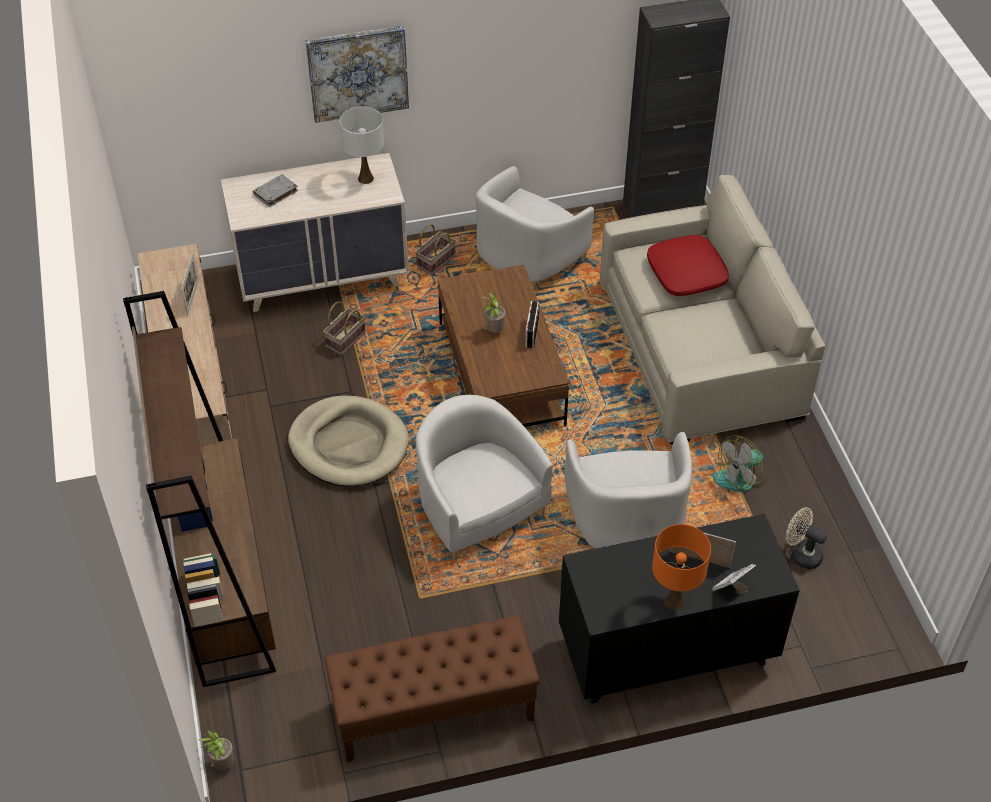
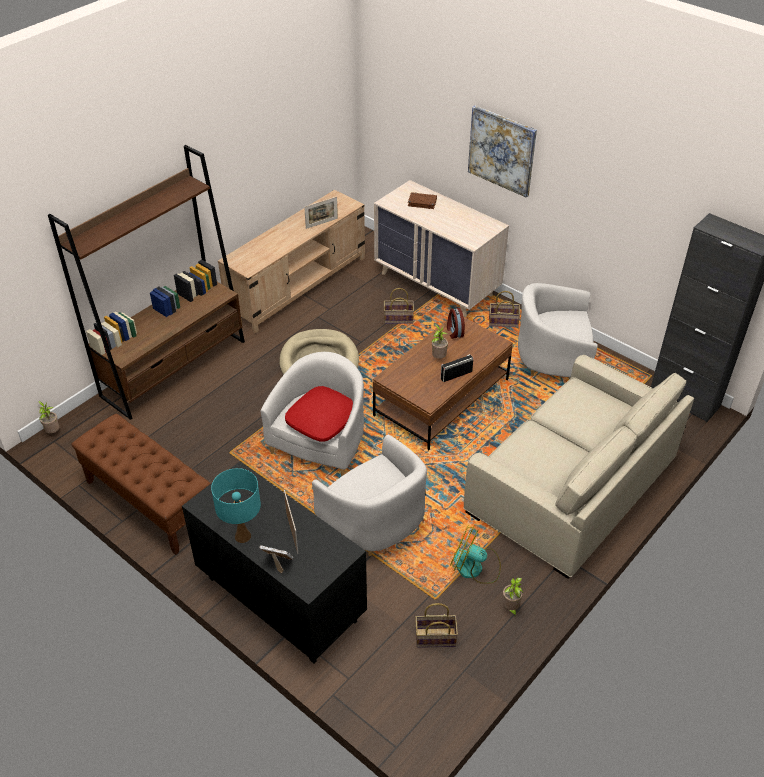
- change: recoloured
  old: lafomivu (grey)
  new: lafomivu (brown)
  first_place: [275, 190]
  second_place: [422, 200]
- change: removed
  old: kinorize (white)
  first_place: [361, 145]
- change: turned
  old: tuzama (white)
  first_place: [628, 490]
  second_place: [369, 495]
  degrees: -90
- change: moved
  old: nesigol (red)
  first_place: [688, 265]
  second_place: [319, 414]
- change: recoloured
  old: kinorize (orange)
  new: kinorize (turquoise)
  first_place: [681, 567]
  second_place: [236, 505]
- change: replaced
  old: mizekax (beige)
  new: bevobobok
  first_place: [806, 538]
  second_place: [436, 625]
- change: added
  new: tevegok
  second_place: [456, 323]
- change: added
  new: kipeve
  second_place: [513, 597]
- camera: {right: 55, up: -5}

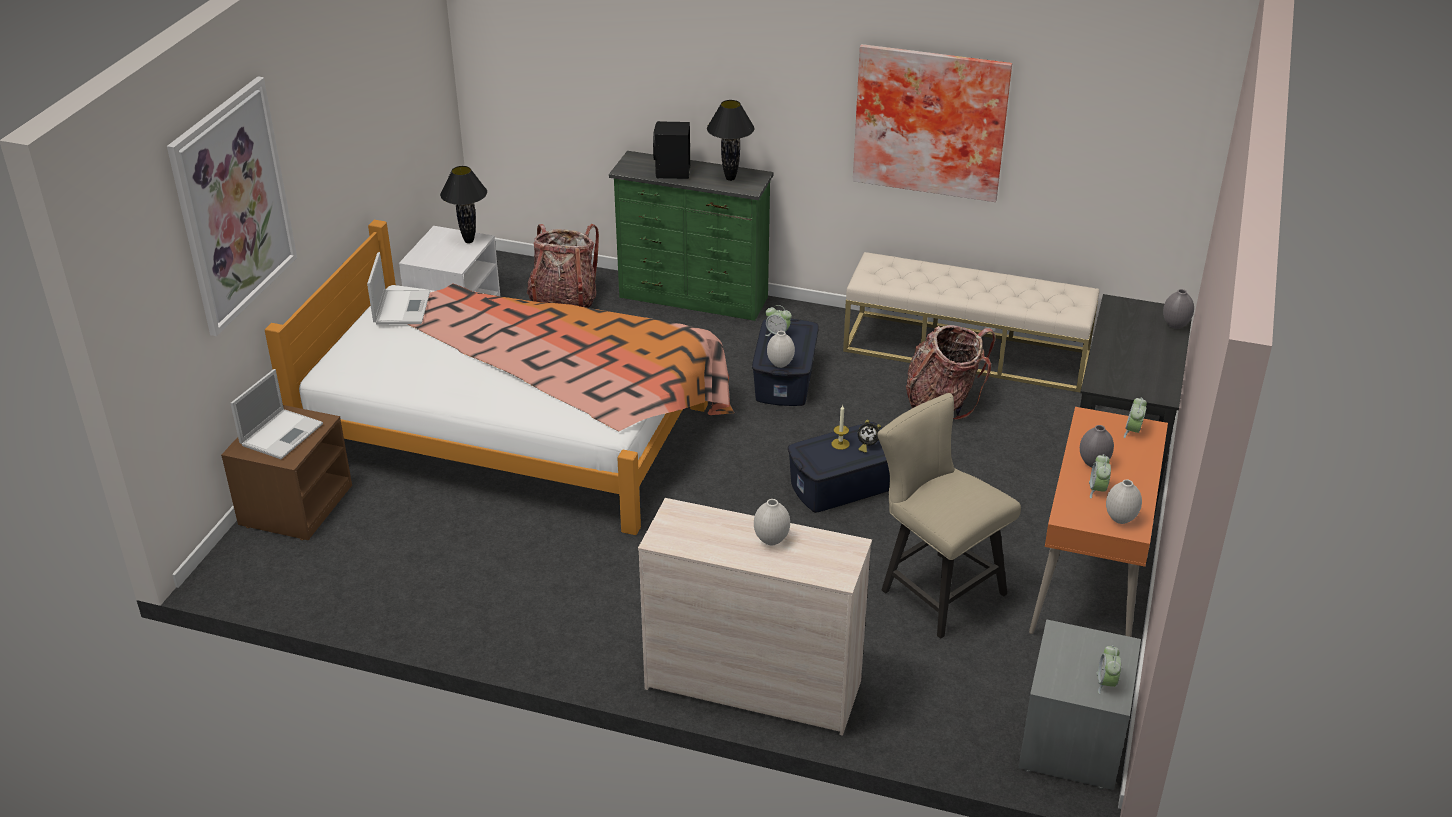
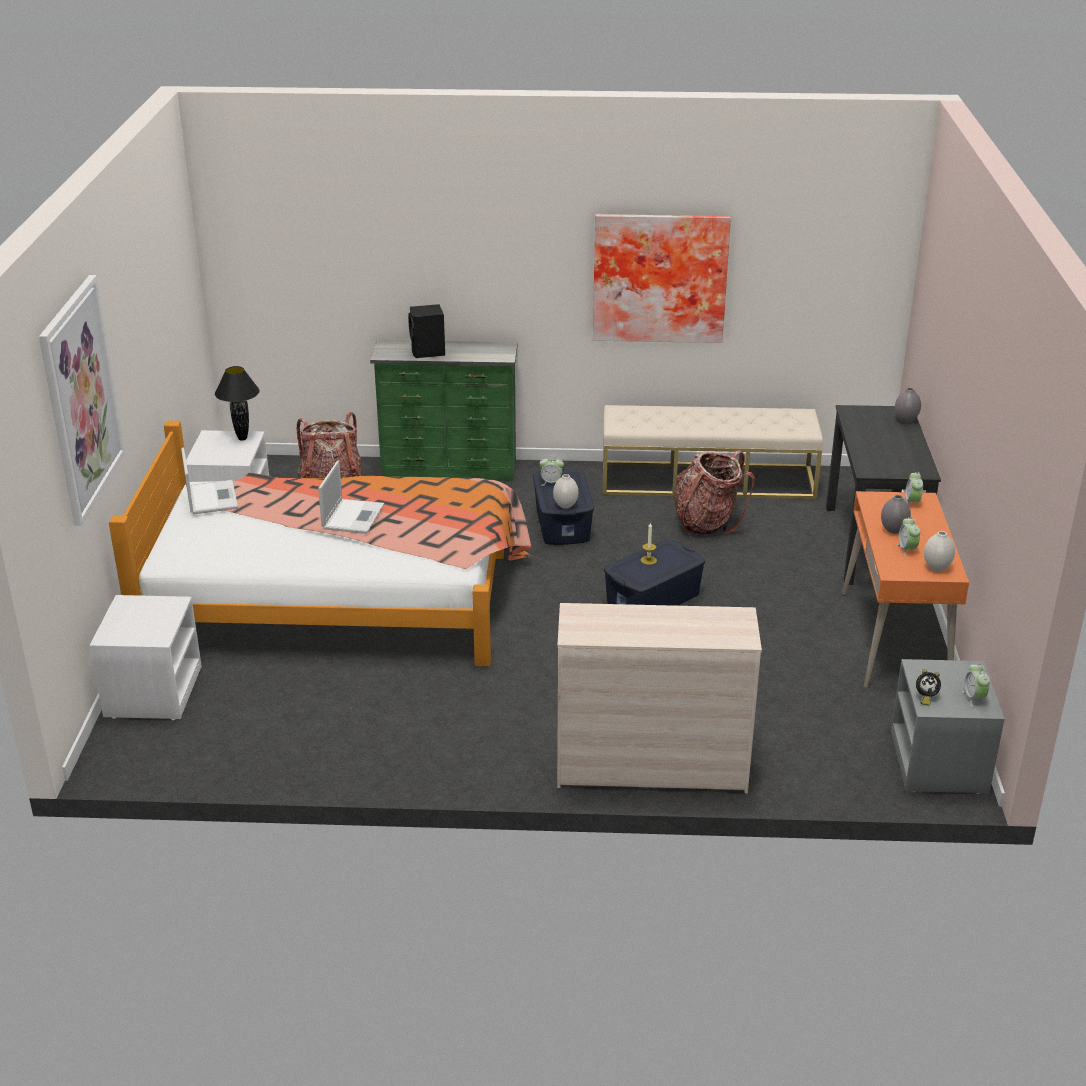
- change: recoloured
  old: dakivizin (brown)
  new: dakivizin (white)
  first_place: [286, 472]
  second_place: [145, 657]
- change: moved
  old: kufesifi
  first_place: [276, 414]
  second_place: [351, 497]
- change: removed
  old: kinorize (black)
  first_place: [730, 140]
- change: removed
  old: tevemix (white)
  first_place: [772, 522]
- change: moved
  old: tevegok
  first_place: [869, 436]
  second_place: [928, 687]
- change: removed
  old: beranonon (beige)
  first_place: [949, 516]
- camera: {right: -15, up: -5}

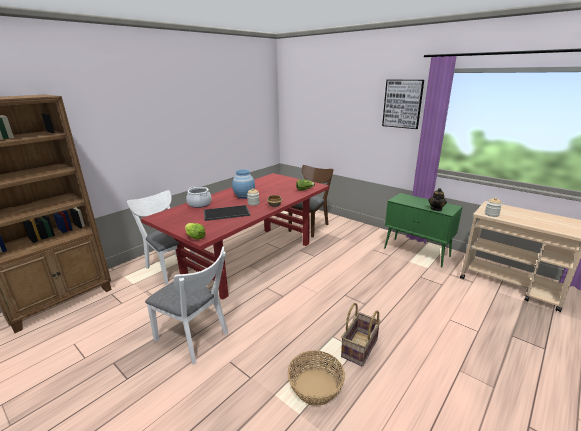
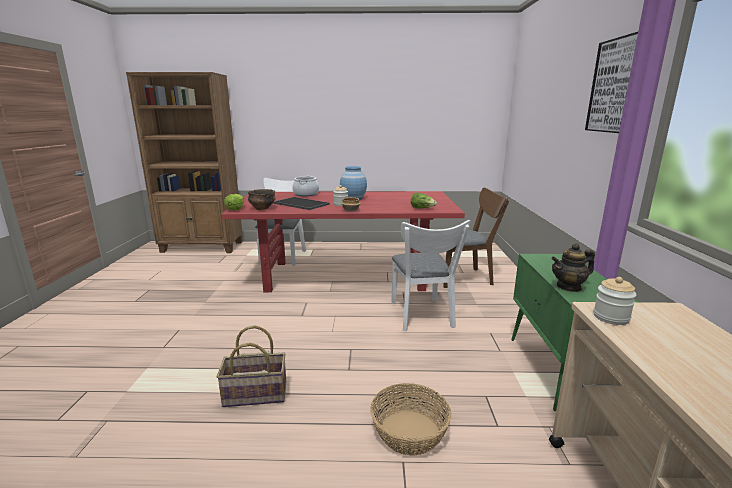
- change: moved
  old: beranonon (white)
  first_place: [186, 305]
  second_place: [431, 276]
- change: moved
  old: bevobobok
  first_place: [316, 378]
  second_place: [410, 419]
- change: added
  new: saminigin
  second_place: [261, 199]
- camera: {right: 50, up: -5}

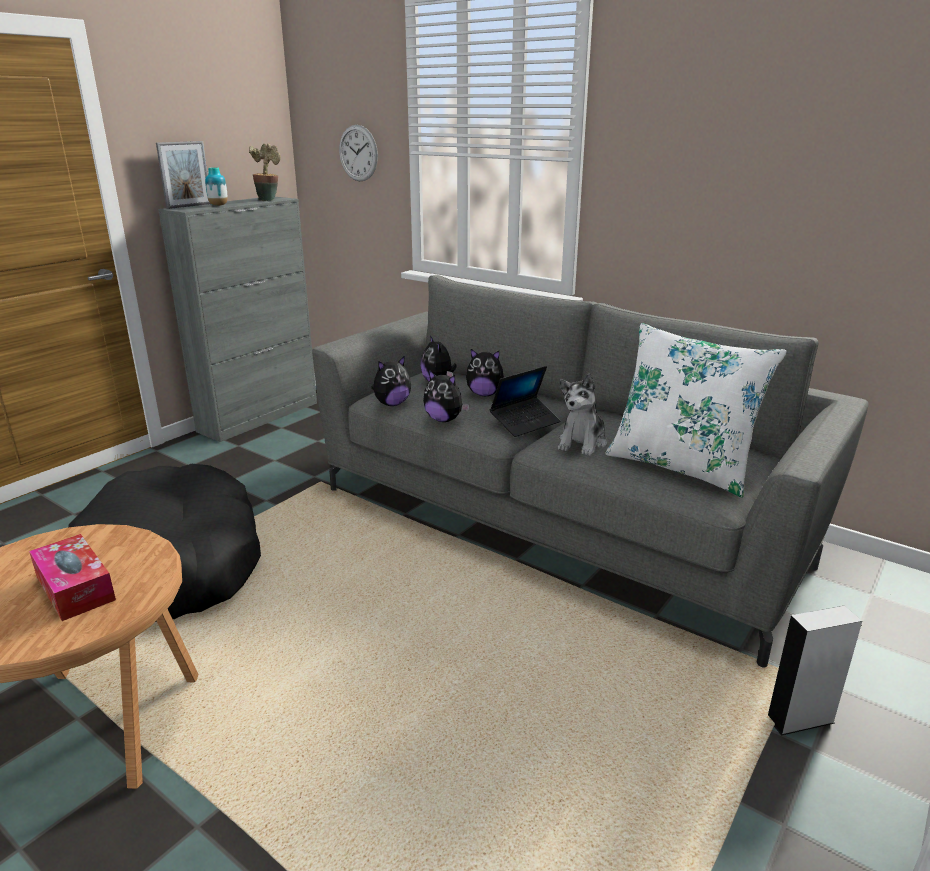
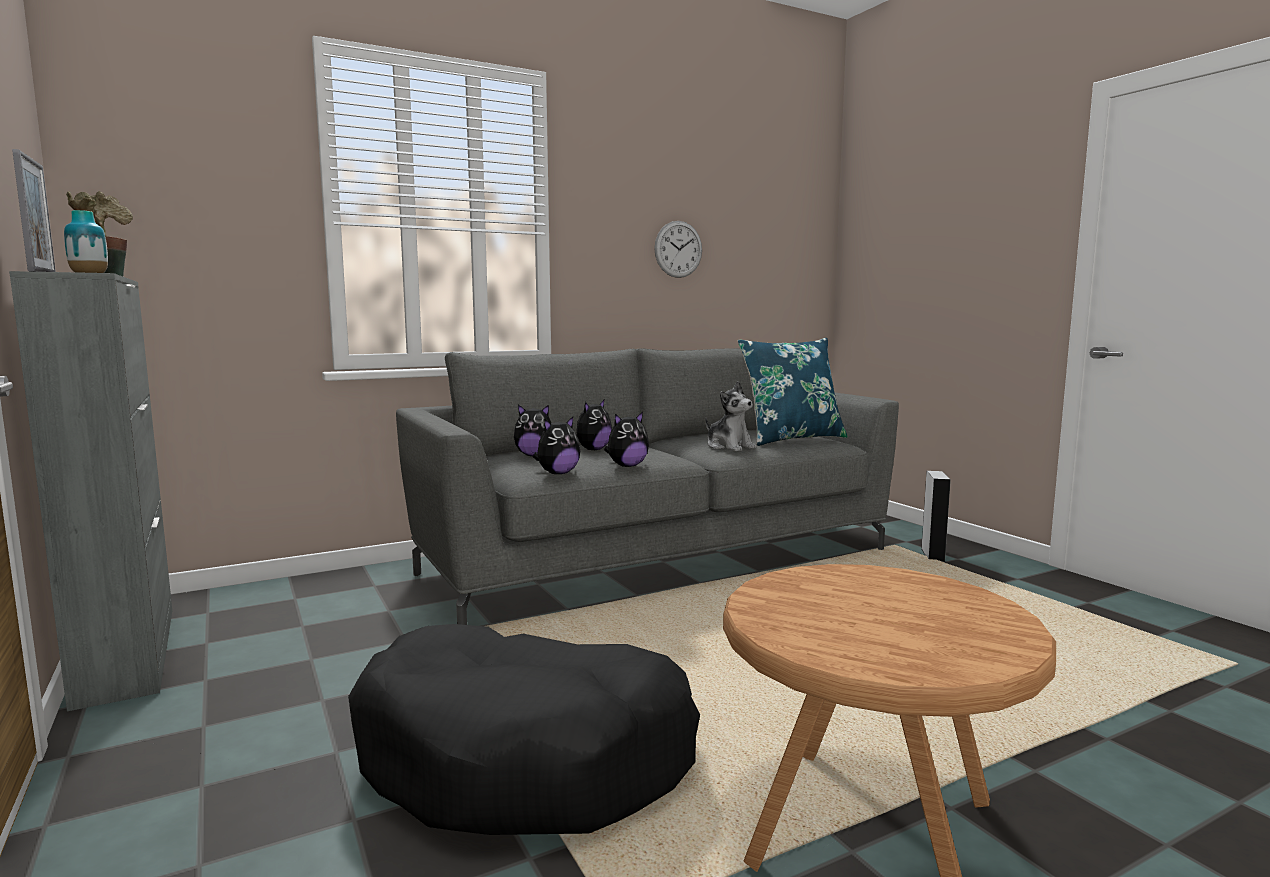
- change: removed
  old: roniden
  first_place: [72, 577]
- change: moved
  old: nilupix
  first_place: [358, 153]
  second_place: [678, 249]
- change: turned
  old: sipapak
  first_place: [391, 381]
  second_place: [556, 445]
  degrees: 60
- change: removed
  old: kufesifi
  first_place: [525, 401]
- change: recoloured
  old: nesigol (white)
  new: nesigol (blue)
  first_place: [696, 410]
  second_place: [793, 392]
- camera: {right: -65, up: -15}

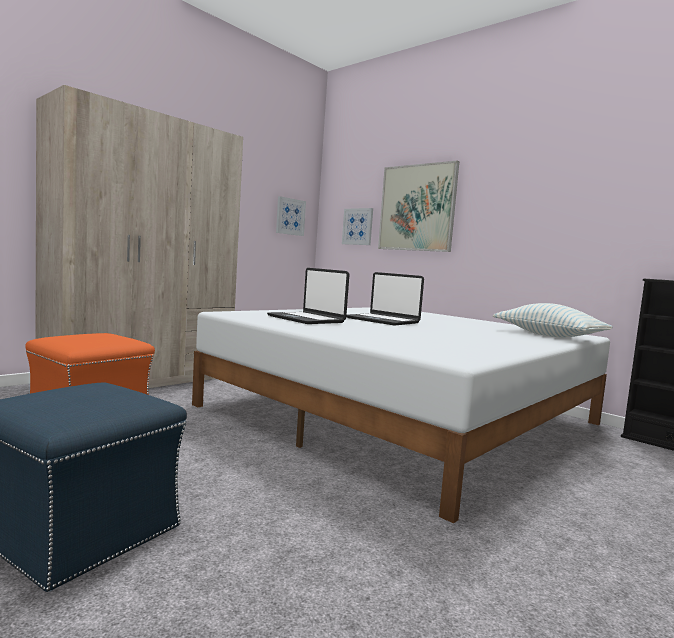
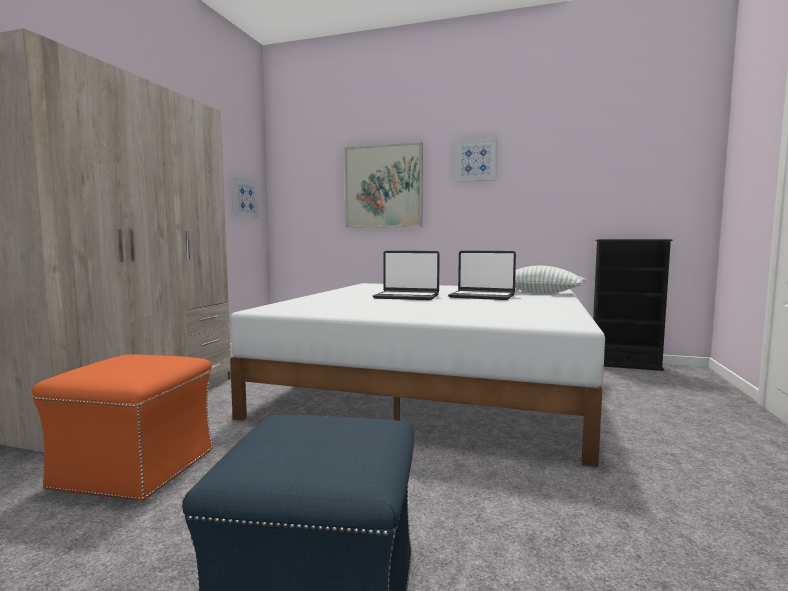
- change: moved
  old: kufesifi
  first_place: [308, 296]
  second_place: [482, 275]
- change: moved
  old: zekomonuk
  first_place: [357, 226]
  second_place: [476, 160]
- camera: {right: -25, up: 0}

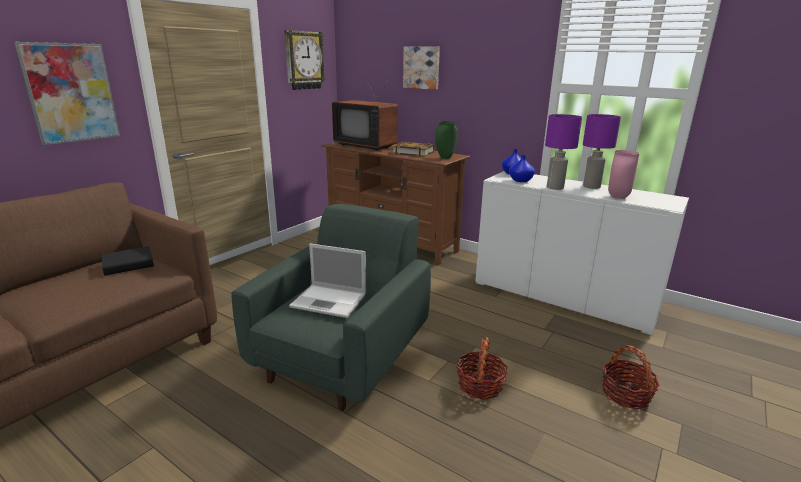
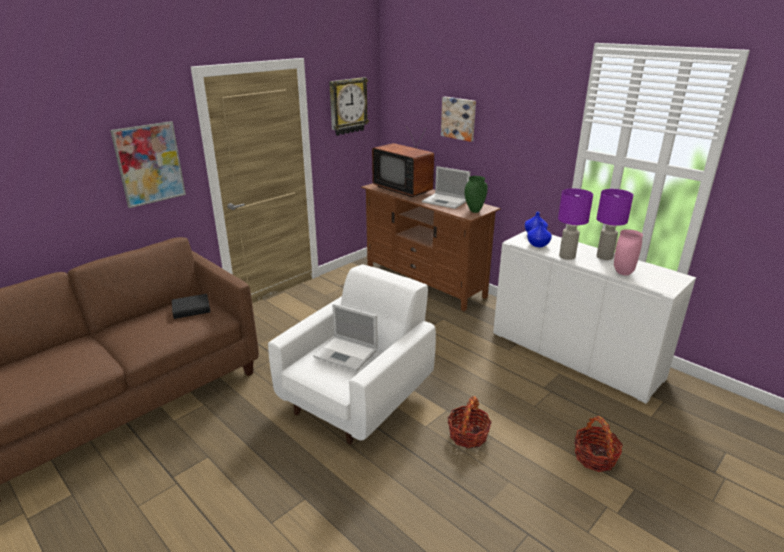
- change: recoloured
  old: tuzama (green)
  new: tuzama (white)
  first_place: [331, 307]
  second_place: [352, 354]
- change: replaced
  old: lafomivu
  new: kufesifi
  first_place: [413, 149]
  second_place: [446, 187]
- camera: {right: 10, up: 5}

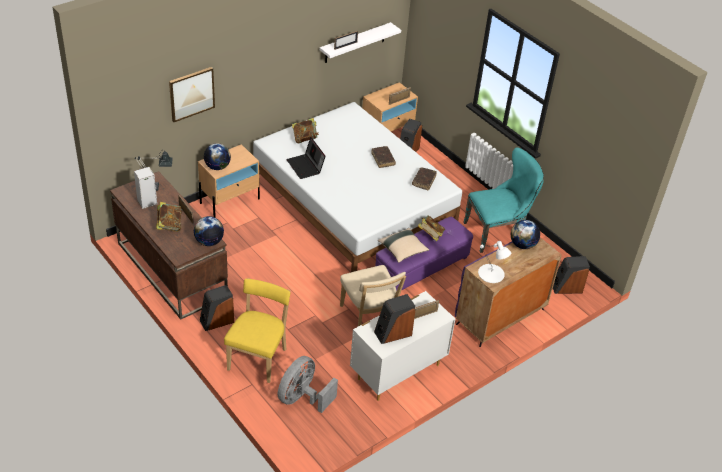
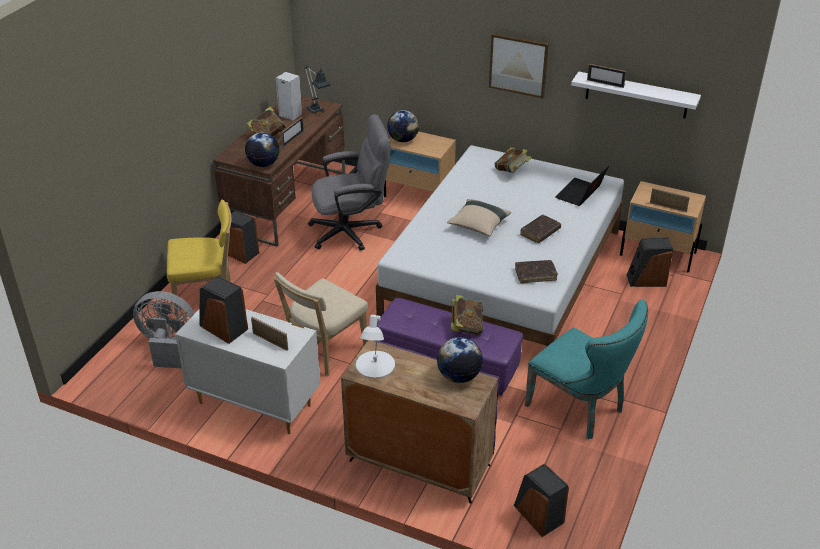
- change: moved
  old: zekomonuk
  first_place: [192, 94]
  second_place: [519, 65]
- change: moved
  old: kufesifi
  first_place: [305, 158]
  second_place: [582, 185]
- change: moved
  old: nesigol (beige)
  first_place: [403, 245]
  second_place: [479, 217]
- change: added
  new: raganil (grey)
  second_place: [349, 182]
- camera: {right: 65, up: -5}

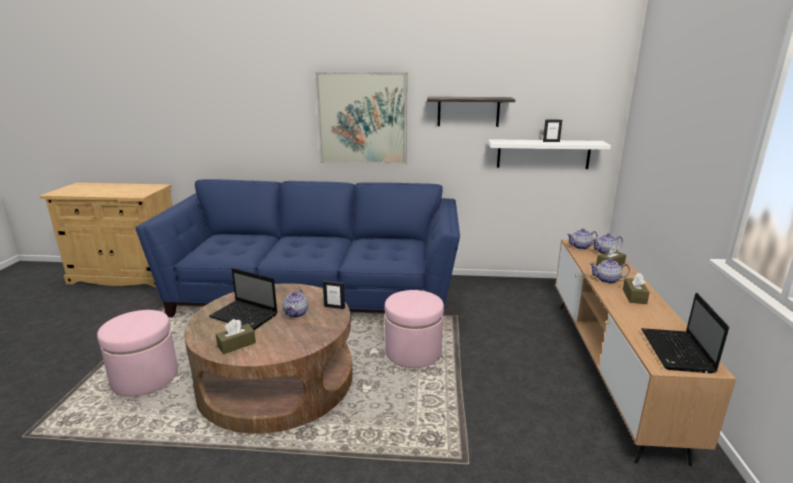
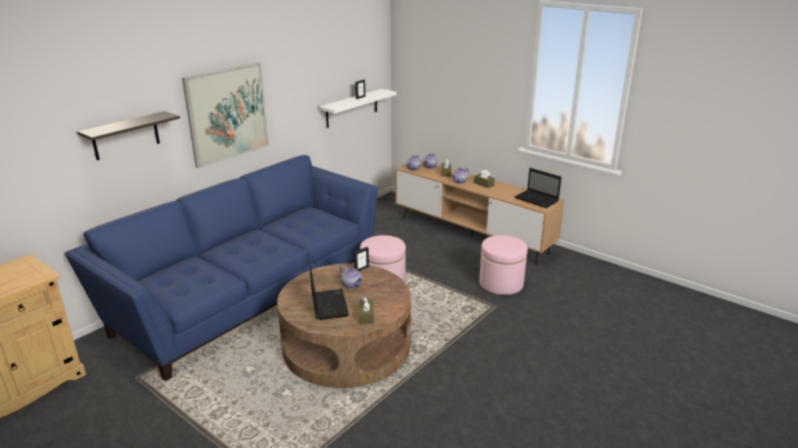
- change: moved
  old: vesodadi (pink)
  first_place: [137, 353]
  second_place: [503, 265]
- change: turned
  old: kufesifi
  first_place: [243, 299]
  second_place: [329, 293]
  degrees: -75
- change: moved
  old: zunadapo
  first_place: [471, 112]
  second_place: [128, 135]
- camera: {right: -55, up: 5}

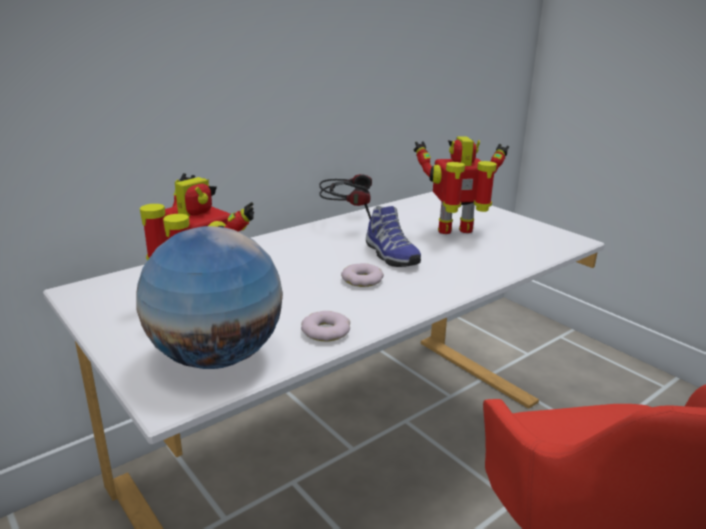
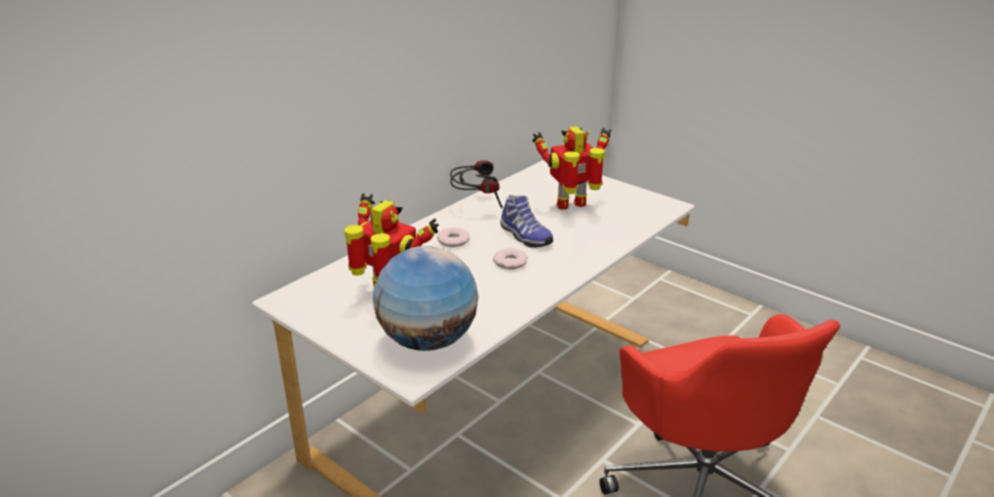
- change: moved
  old: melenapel
  first_place: [325, 326]
  second_place: [453, 237]
- camera: {right: -10, up: 5}

